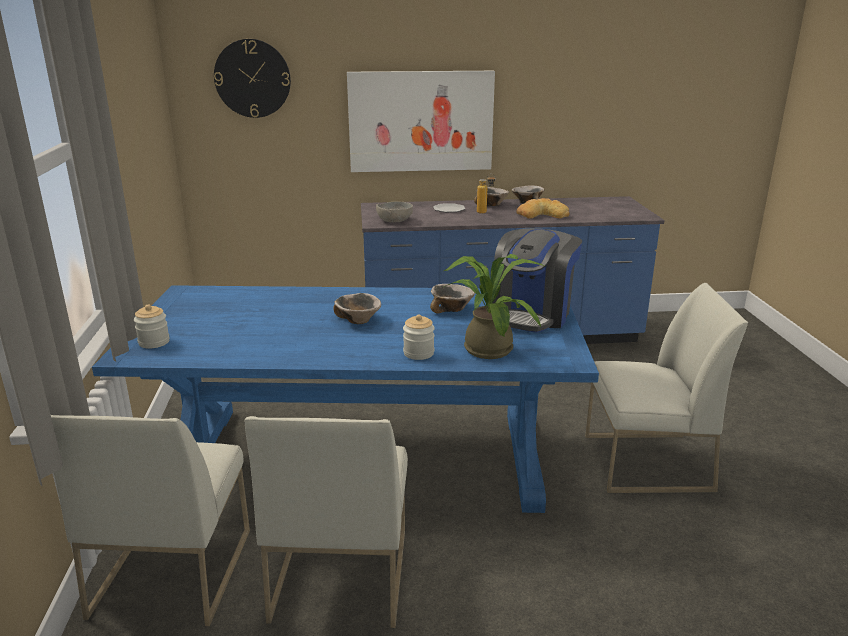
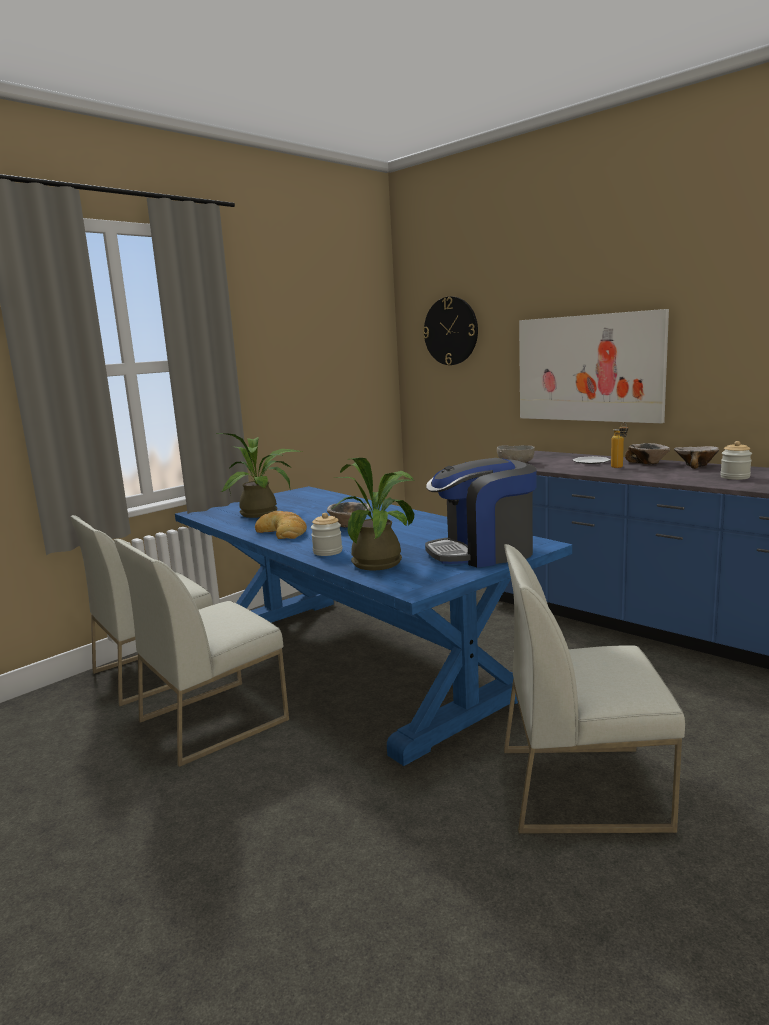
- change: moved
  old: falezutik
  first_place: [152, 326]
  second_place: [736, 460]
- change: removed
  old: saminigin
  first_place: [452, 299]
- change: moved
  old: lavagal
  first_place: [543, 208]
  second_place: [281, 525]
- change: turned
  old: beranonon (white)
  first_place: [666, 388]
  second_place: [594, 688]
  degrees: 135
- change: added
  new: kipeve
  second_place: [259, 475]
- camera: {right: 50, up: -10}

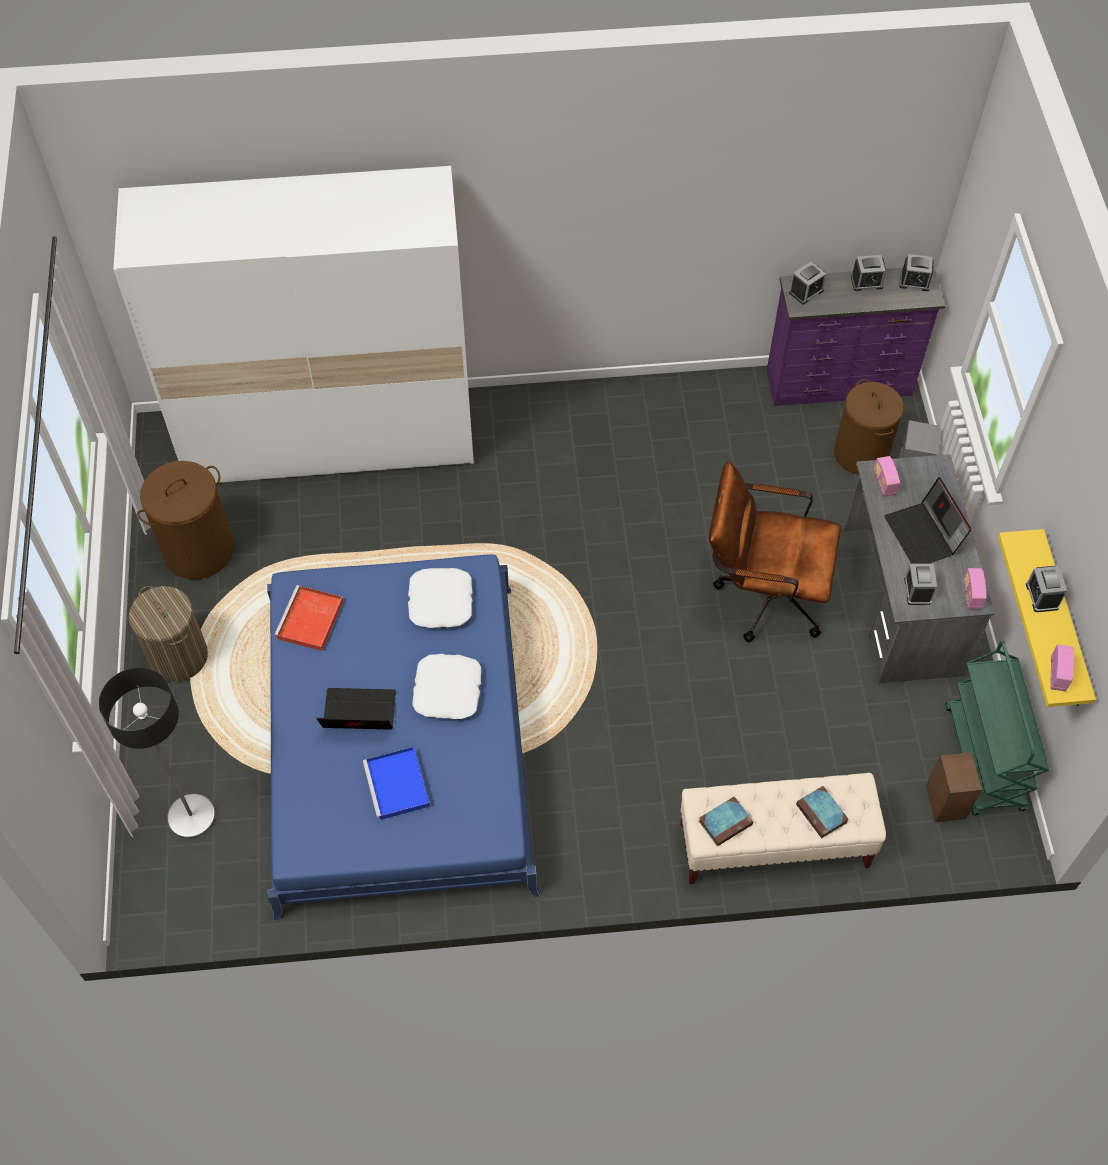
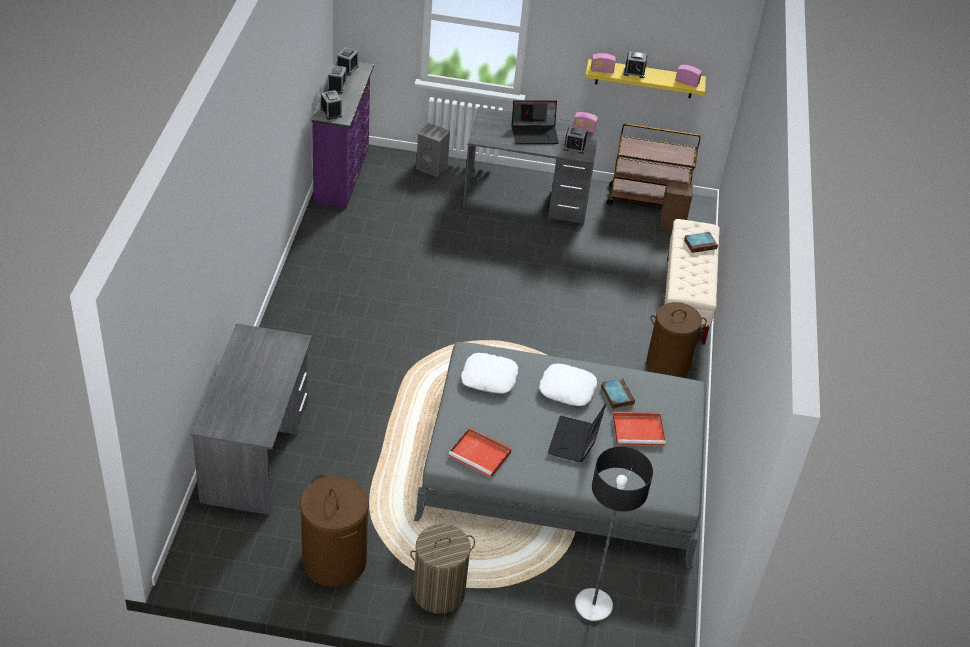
- change: replaced
  old: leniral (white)
  new: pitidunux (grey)
  first_place: [293, 324]
  second_place: [251, 419]
- change: recoloured
  old: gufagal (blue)
  new: gufagal (grey)
  first_place: [403, 737]
  second_place: [559, 455]
- change: recoloured
  old: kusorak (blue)
  new: kusorak (red)
  first_place: [396, 783]
  second_place: [639, 429]
- change: moved
  old: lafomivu
  first_place: [726, 821]
  second_place: [618, 393]
- change: removed
  old: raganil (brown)
  first_place: [775, 551]
- change: moved
  old: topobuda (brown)
  first_place: [869, 427]
  second_place: [677, 339]
- change: moved
  old: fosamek
  first_place: [887, 476]
  second_place: [603, 63]
- change: recoloured
  old: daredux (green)
  new: daredux (brown)
  first_place: [997, 728]
  second_place: [653, 165]
- camera: {right: -80, up: -15}

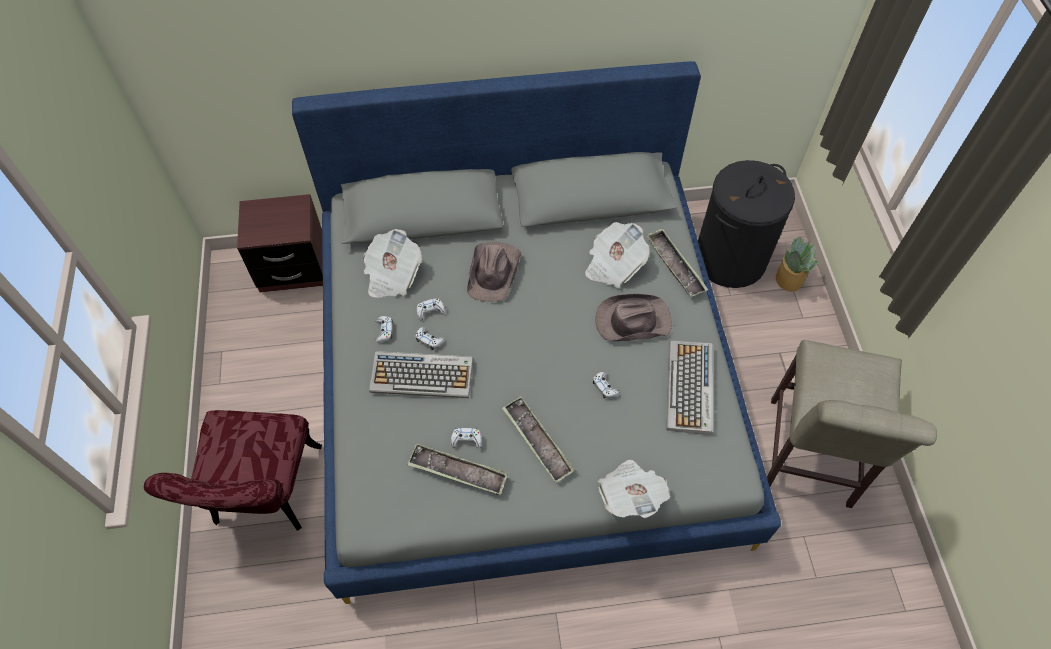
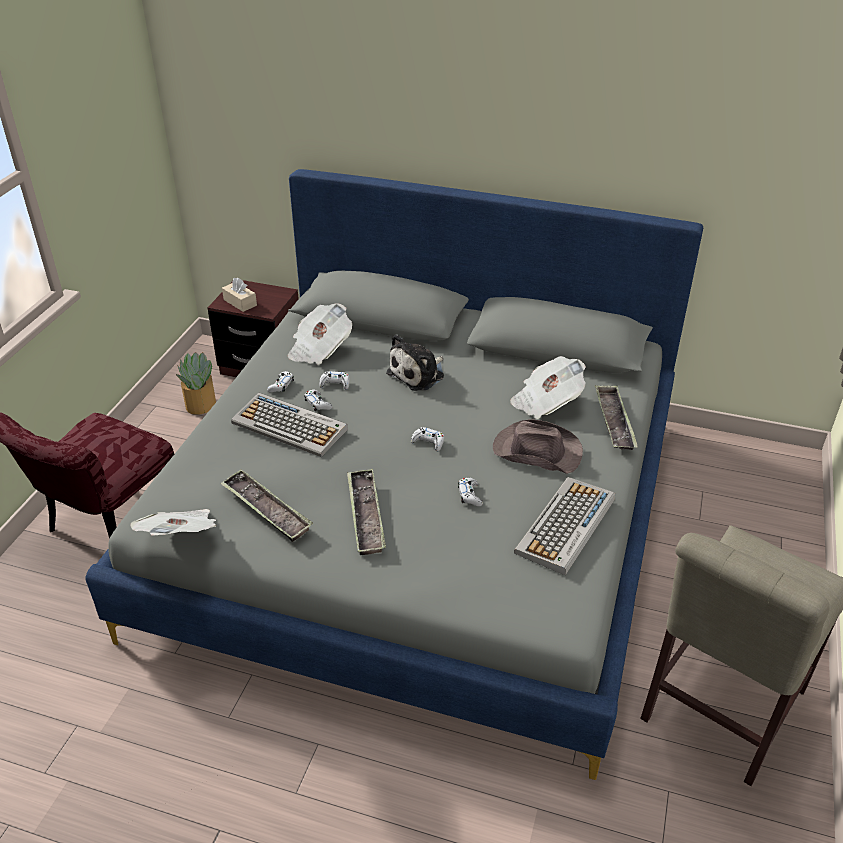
- change: moved
  old: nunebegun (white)
  first_place: [466, 438]
  second_place: [427, 439]
- change: replaced
  old: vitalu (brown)
  new: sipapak
  first_place: [494, 272]
  second_place: [415, 362]
- change: moved
  old: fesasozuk
  first_place: [634, 489]
  second_place: [173, 522]
- change: removed
  old: topobuda (black)
  first_place: [746, 224]
- change: moved
  old: kipeve
  first_place: [796, 264]
  second_place: [196, 383]
- change: added
  new: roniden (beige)
  second_place: [239, 294]
- camera: {right: 25, up: -20}

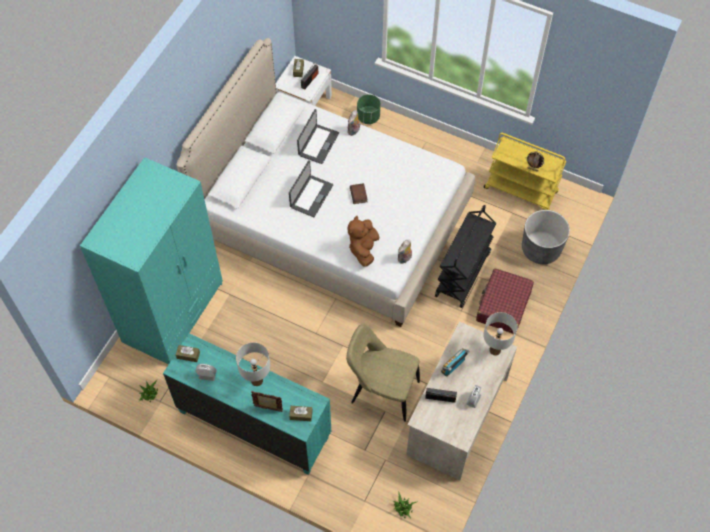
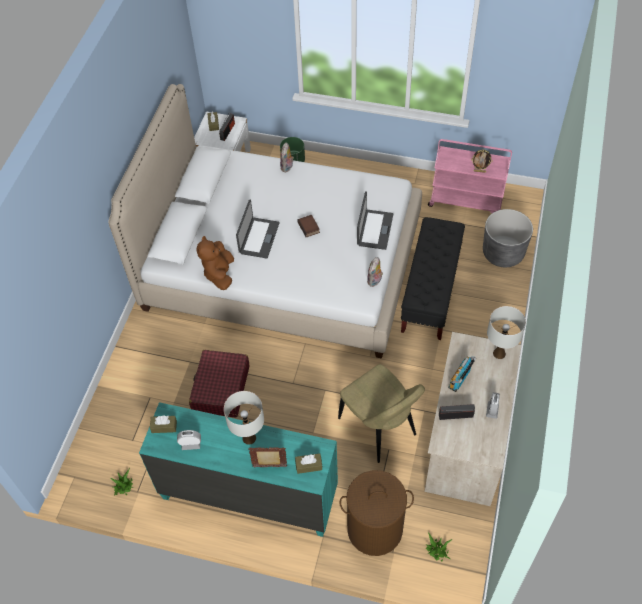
- change: removed
  old: leniral (turquoise)
  first_place: [151, 261]
- change: moved
  old: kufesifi
  first_place: [318, 136]
  second_place: [375, 220]
- change: turned
  old: beranonon (beige)
  first_place: [383, 373]
  second_place: [381, 413]
  degrees: -135
- change: moved
  old: sipapak (brown)
  first_place: [363, 241]
  second_place: [215, 263]
- change: replaced
  old: daredux (black)
  new: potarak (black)
  first_place: [465, 256]
  second_place: [433, 278]
- change: moved
  old: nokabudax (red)
  first_place: [505, 301]
  second_place: [219, 384]
- change: recoloured
  old: daredux (yellow)
  new: daredux (pink)
  first_place: [525, 171]
  second_place: [470, 176]
- change: added
  new: topobuda (brown)
  second_place: [377, 513]
- camera: {right: -10, up: -5}

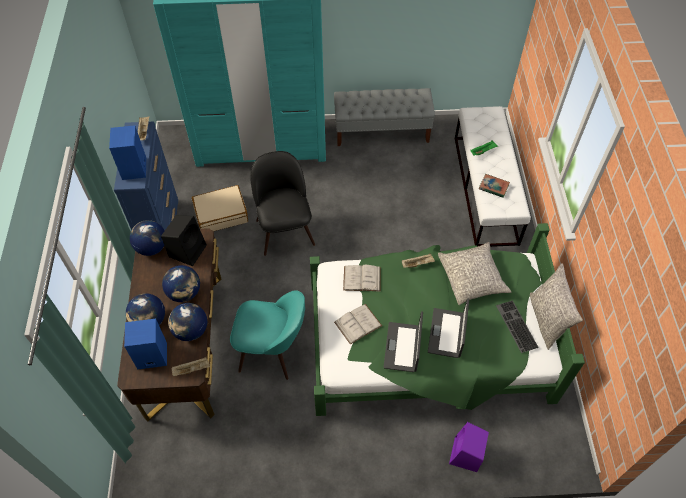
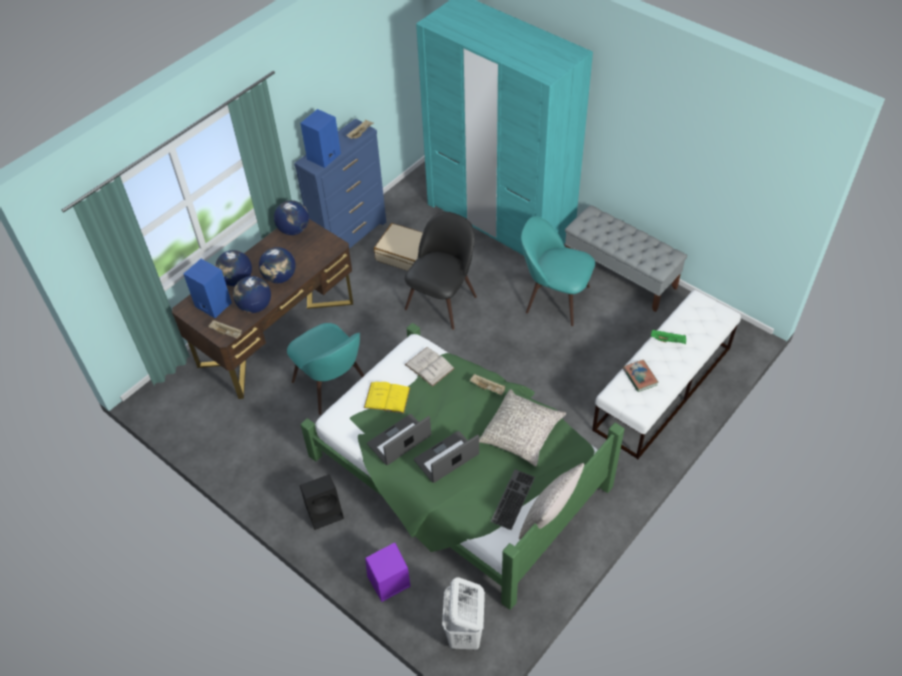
- change: moved
  old: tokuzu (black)
  first_place: [184, 240]
  second_place: [322, 502]
- change: recoloured
  old: lafomivu (white)
  new: lafomivu (yellow)
  first_place: [358, 324]
  second_place: [387, 397]
- change: added
  new: topobuda (white)
  second_place: [463, 614]
- change: added
  new: beranonon (turquoise)
  second_place: [558, 271]
- camera: {right: 45, up: -5}

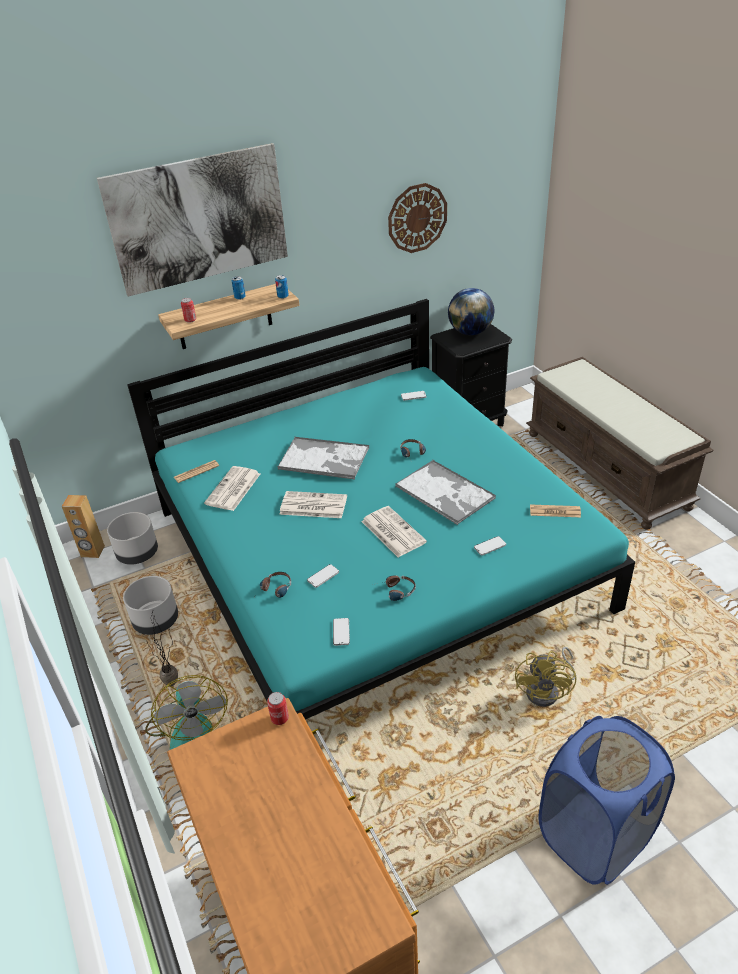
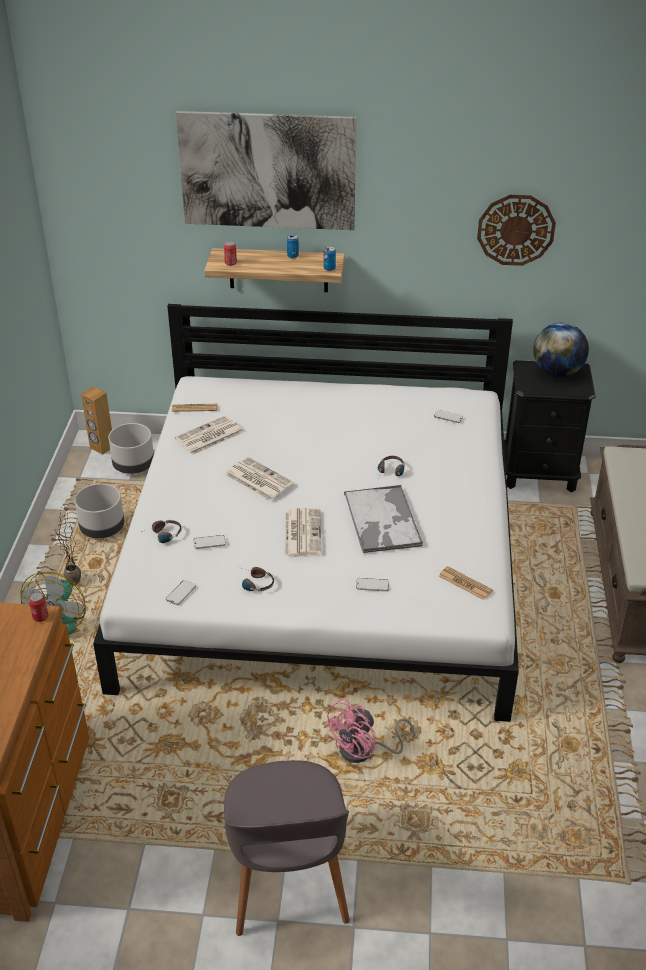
- change: recoloured
  old: gufagal (turquoise)
  new: gufagal (white)
  first_place: [381, 509]
  second_place: [306, 513]
- change: removed
  old: kusorak
  first_place: [323, 458]
- change: recoloured
  old: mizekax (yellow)
  new: mizekax (pink)
  first_place: [546, 677]
  second_place: [369, 730]
- change: replaced
  old: topobuda (blue)
  new: beranonon (grey)
  first_place: [607, 800]
  second_place: [287, 848]
- camera: {right: 30, up: 0}

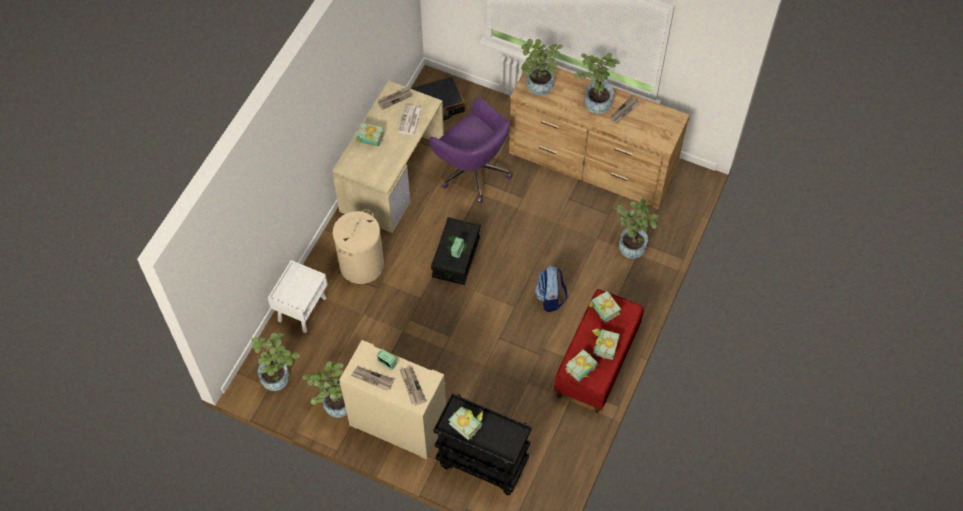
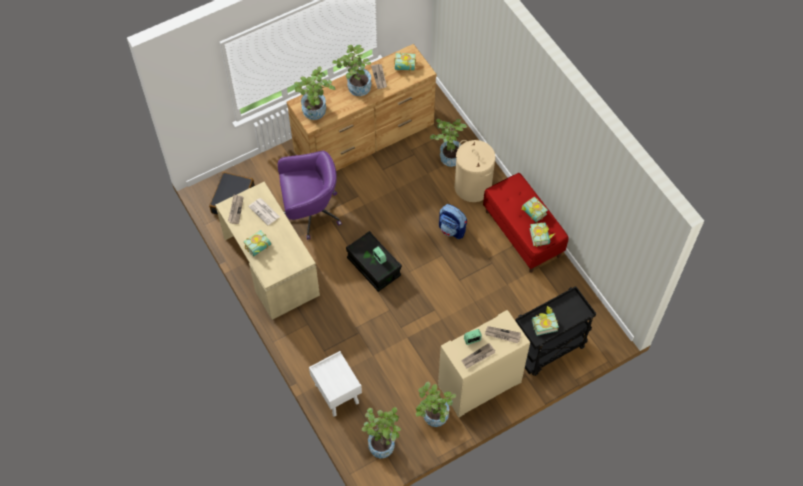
- change: moved
  old: topobuda (beige)
  first_place: [358, 246]
  second_place: [475, 171]
- change: moved
  old: lafomivu
  first_place: [605, 306]
  second_place: [405, 62]
- camera: {right: -55, up: 0}

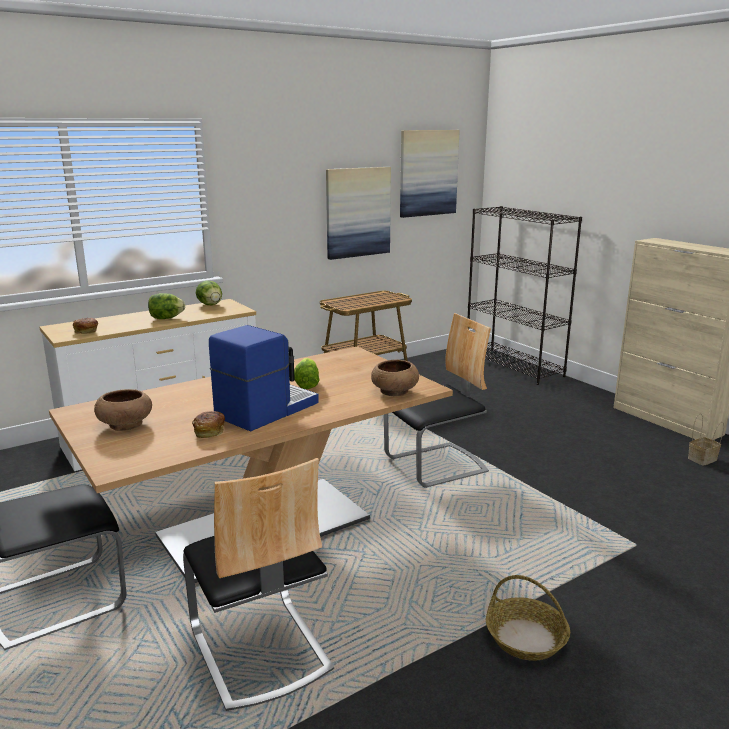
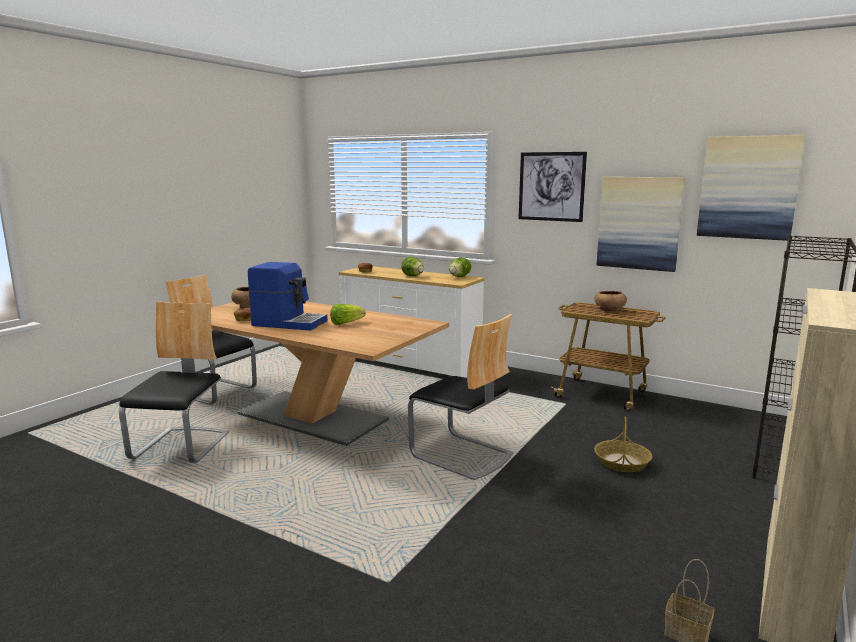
- change: turned
  old: beranonon
  first_place: [258, 584]
  second_place: [174, 382]
  degrees: 150
- change: moved
  old: saminigin (brown)
  first_place: [395, 377]
  second_place: [610, 301]
- change: moved
  old: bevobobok
  first_place: [528, 618]
  second_place: [623, 444]
- change: added
  new: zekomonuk
  second_place: [552, 187]
- camera: {right: 65, up: -5}

